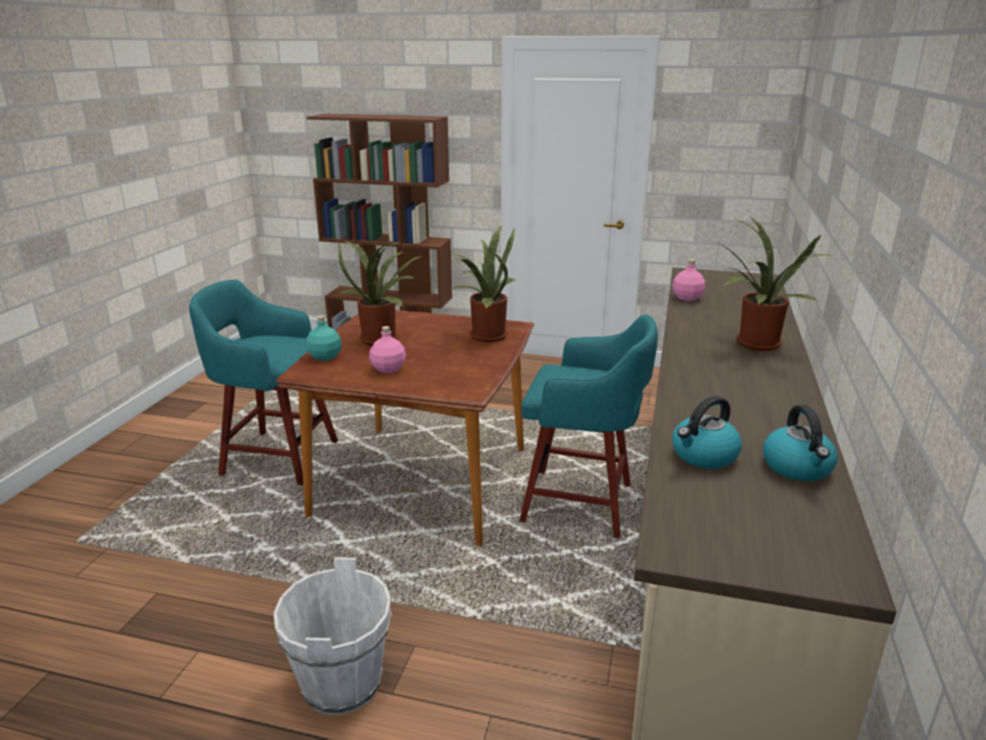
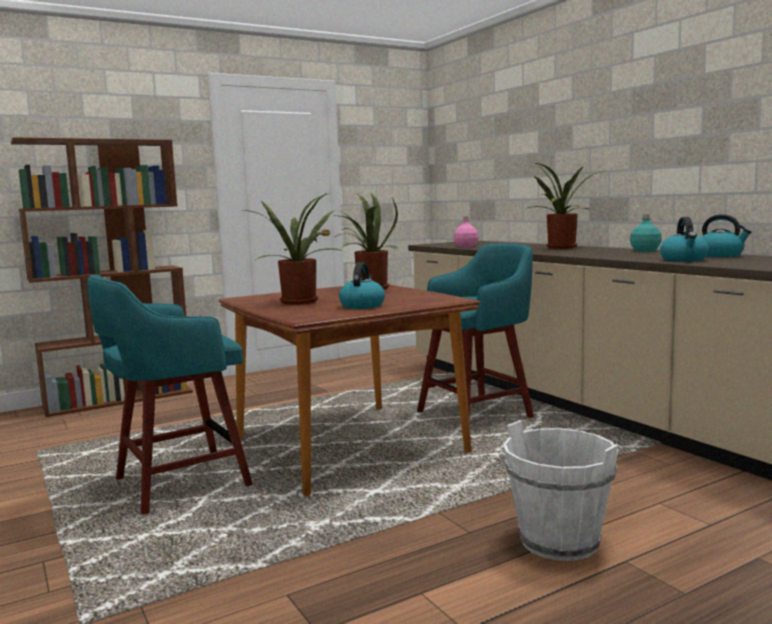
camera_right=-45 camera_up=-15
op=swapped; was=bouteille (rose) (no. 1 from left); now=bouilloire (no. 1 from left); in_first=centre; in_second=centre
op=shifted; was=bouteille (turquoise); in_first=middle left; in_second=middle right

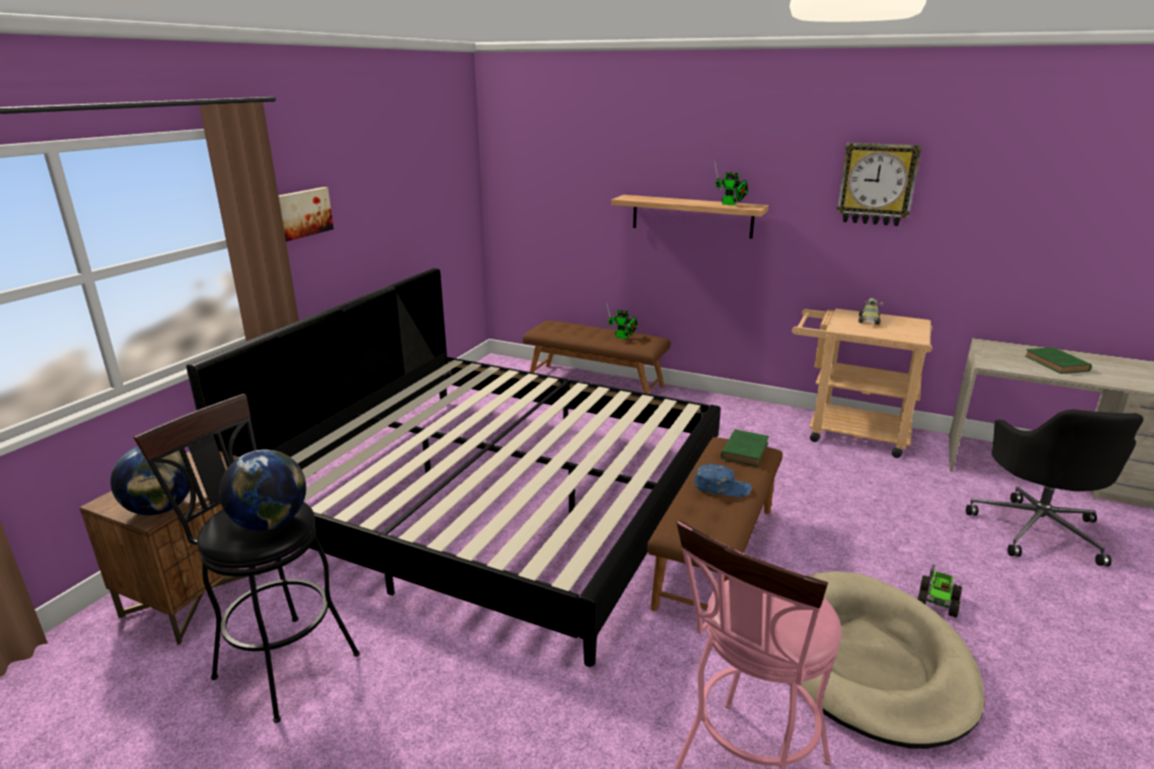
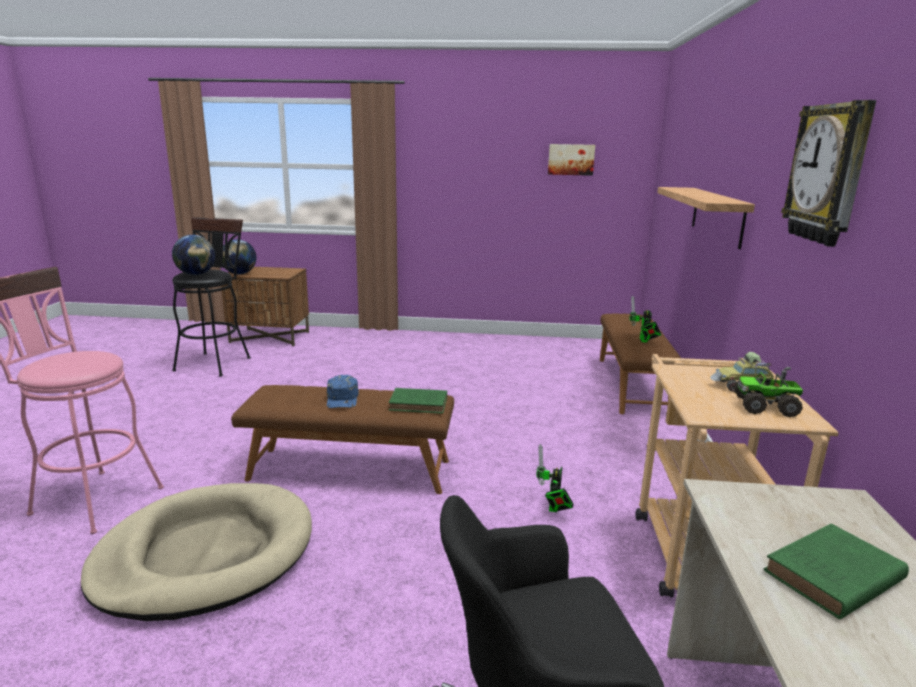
camera_right=70 camera_up=-5
op=shifted; was=robot jouet (no. 2 from left in the first image); now=robot jouet (no. 1 from left); in_first=top centre; in_second=bottom centre
op=shifted; was=tableau; in_first=top left; in_second=top centre
op=shifted; was=camion jouet; in_first=bottom right; in_second=middle right
op=gone; was=lit; in_first=centre

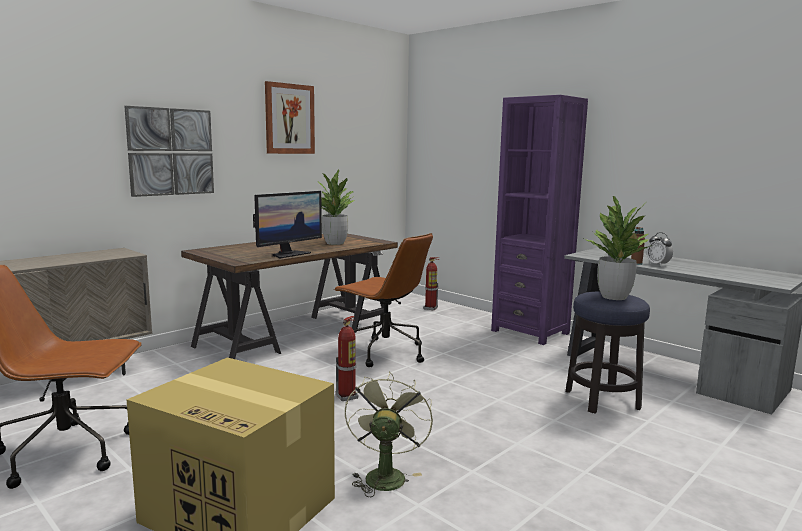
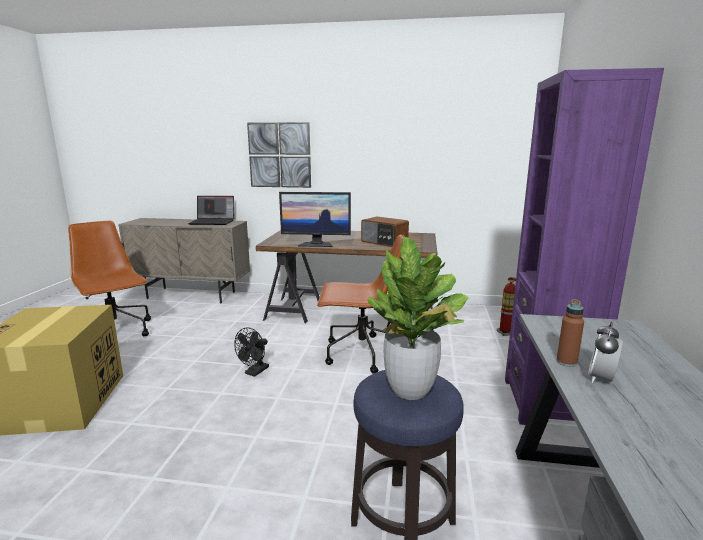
camera_right=55 camera_up=5
op=new; now=ordinateur portable; in_second=middle left
op=swapped; was=extincteur (no. 1 from left); now=ventilateur (noir); in_first=bottom centre; in_second=centre
op=rotated; was=chaise de bureau (marron) (no. 2 from left); in_first=centre; in_second=centre; clockwise=-90
op=swapped; was=plante en pot (no. 1 from left); now=radio; in_first=centre; in_second=centre
op=gone; was=tableau (no. 2 from left); in_first=top centre
op=gone; was=ventilateur (vert); in_first=bottom centre

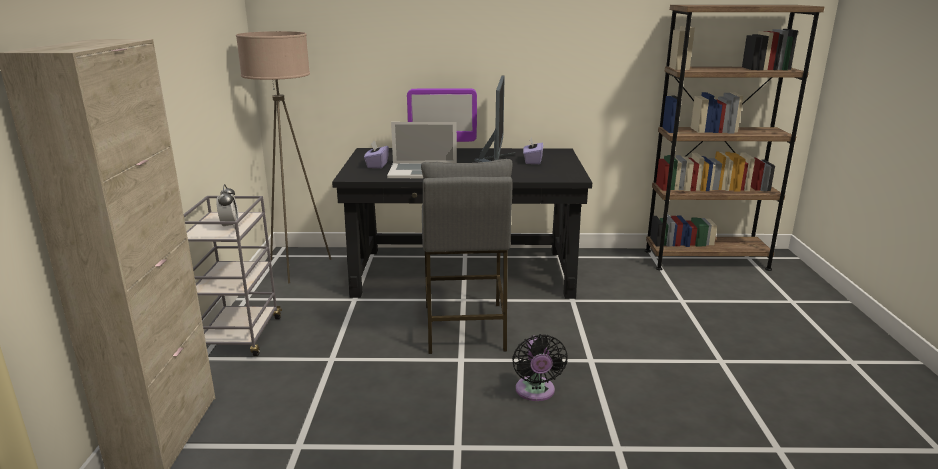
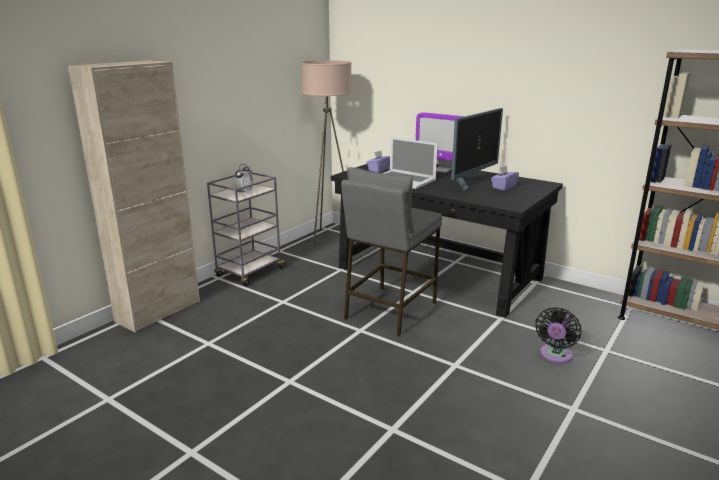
camera_right=35 camera_up=0
op=shifted; was=ventilateur (noir); in_first=bottom centre; in_second=bottom right

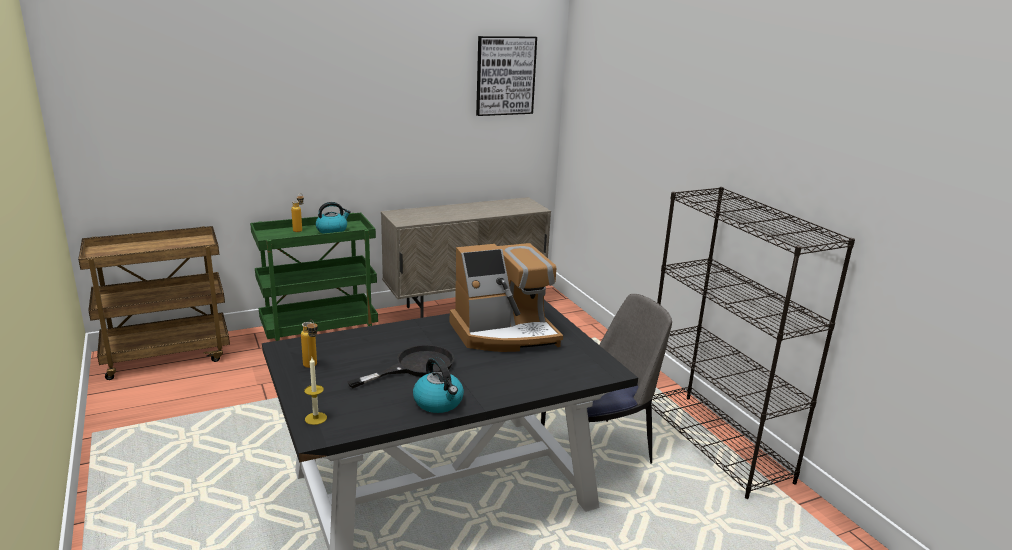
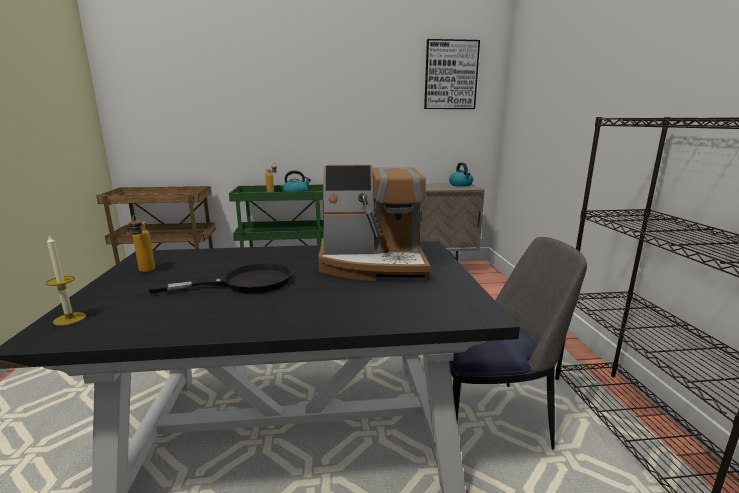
camera_right=20 camera_up=-5
op=shifted; was=bouilloire (no. 2 from left); in_first=bottom centre; in_second=centre

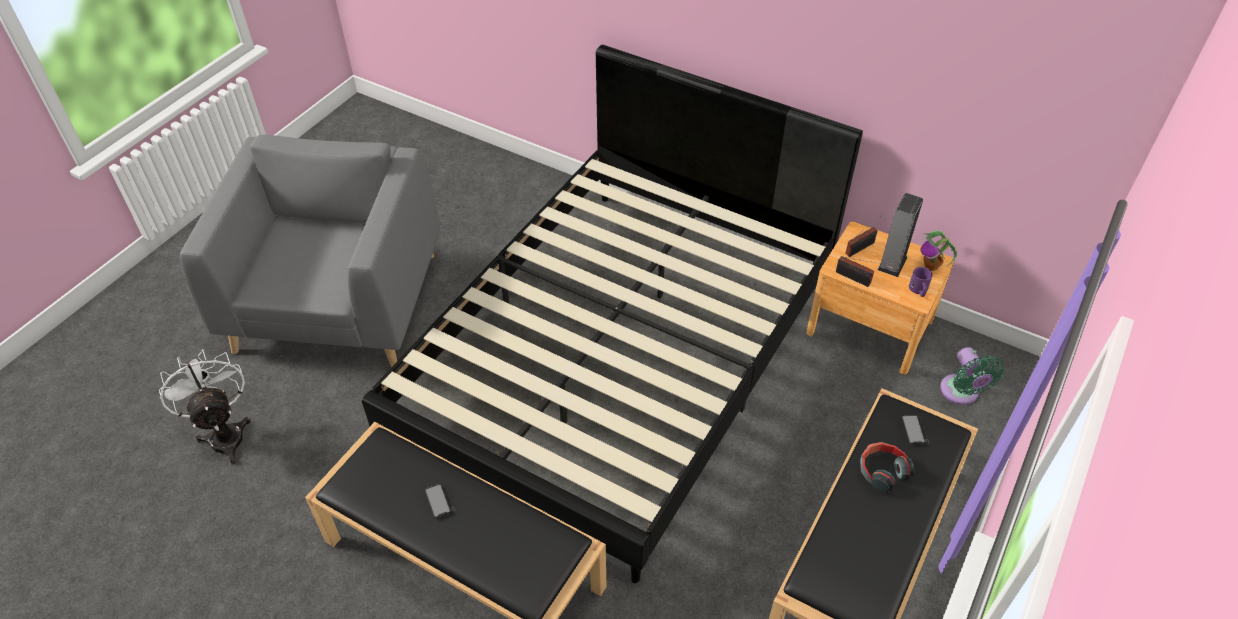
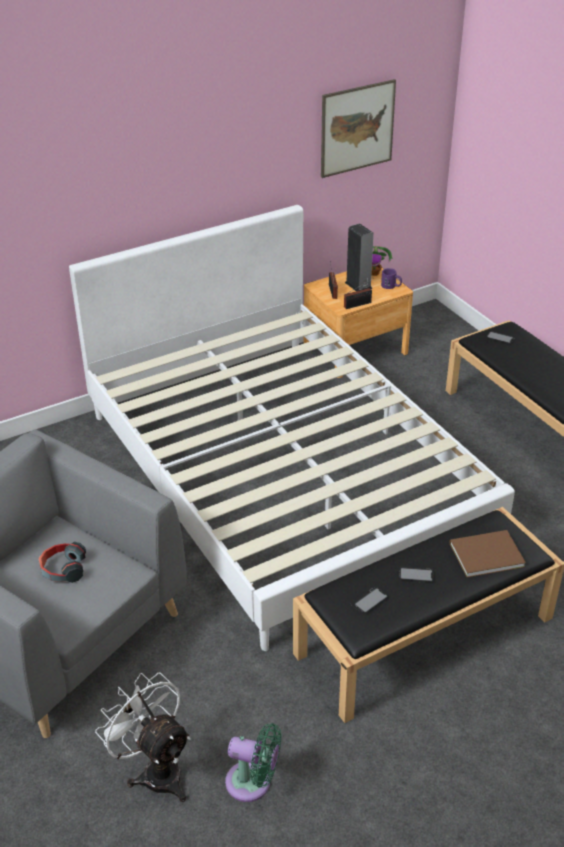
camera_right=-60 camera_up=-10
op=shifted; was=casque audio; in_first=bottom right; in_second=middle left
op=repainted; was=lit (noir); now=lit (blanc); in_first=centre; in_second=centre
op=rotated; was=ventilateur (blanc); in_first=middle left; in_second=bottom left; clockwise=45
op=shifted; was=ventilateur (vert); in_first=middle right; in_second=bottom centre
op=new; now=tableau; in_second=top centre
op=new; now=téléphone (no. 1 from left); in_second=bottom centre
op=new; now=livre (marron); in_second=middle right

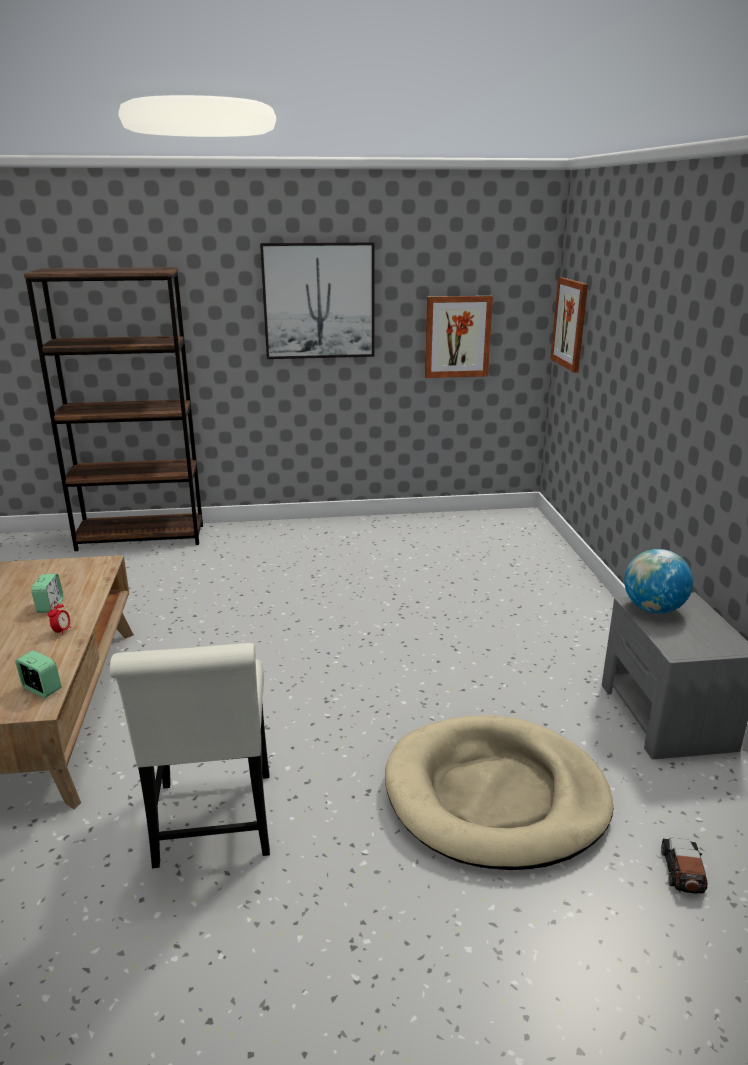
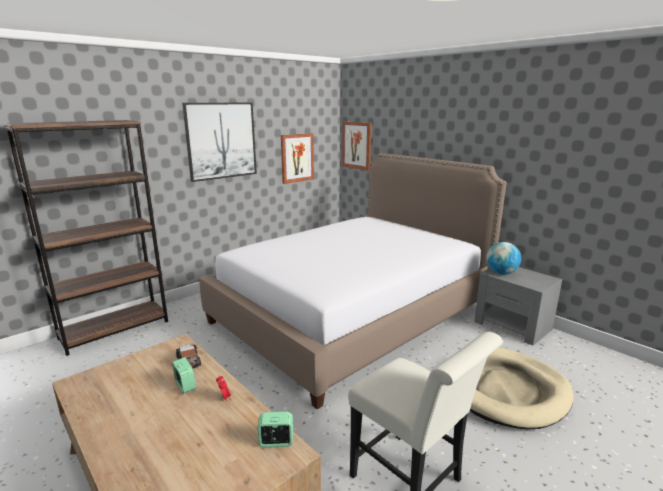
camera_right=-35 camera_up=-5
op=shifted; was=petite voiture; in_first=bottom right; in_second=bottom left
op=new; now=lit; in_second=centre

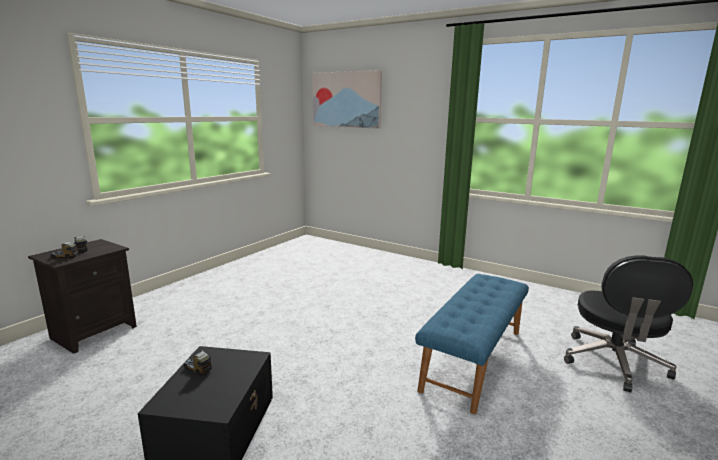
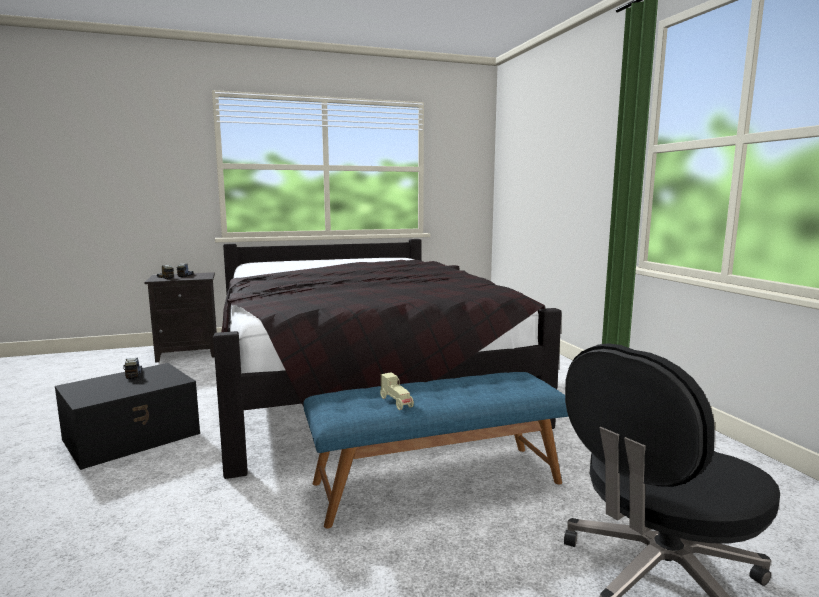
camera_right=40 camera_up=-5
op=new; now=lit (noir); in_second=centre
op=new; now=petite voiture (beige); in_second=centre
op=gone; was=tableau; in_first=top centre

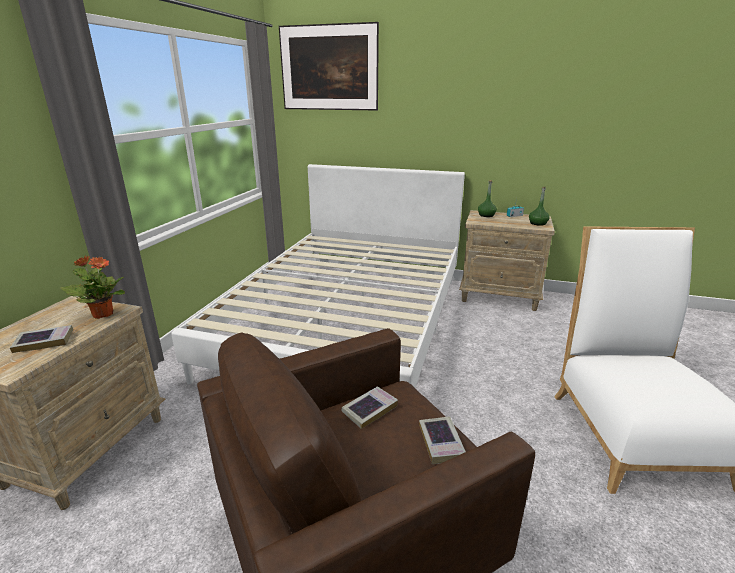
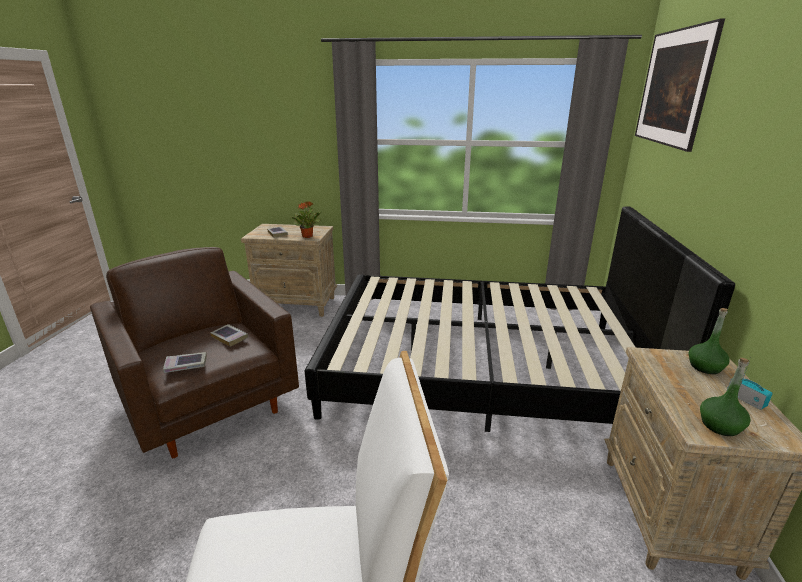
camera_right=80 camera_up=0
op=repainted; was=lit (blanc); now=lit (noir); in_first=centre; in_second=centre

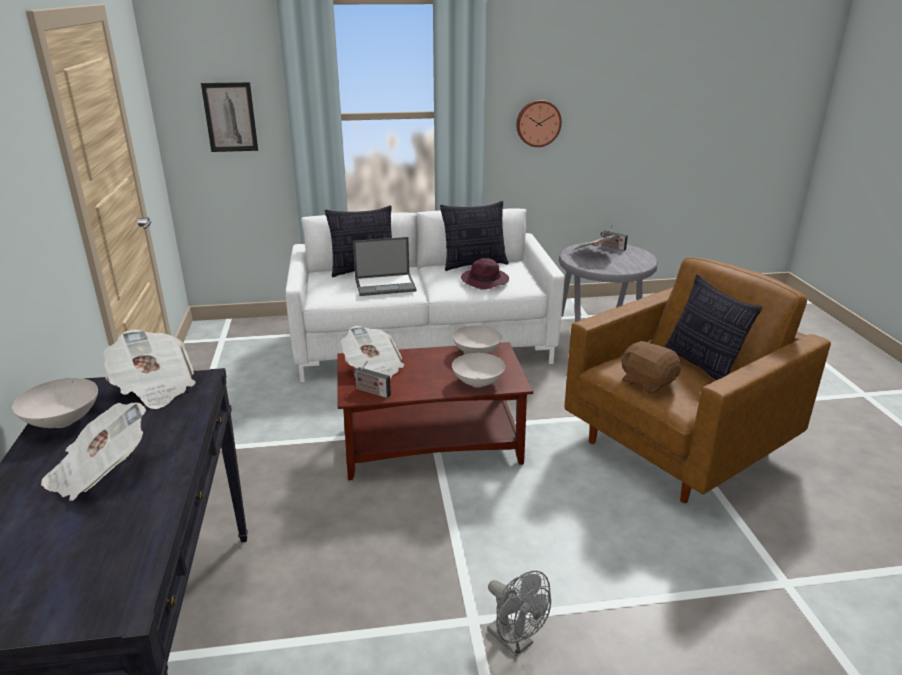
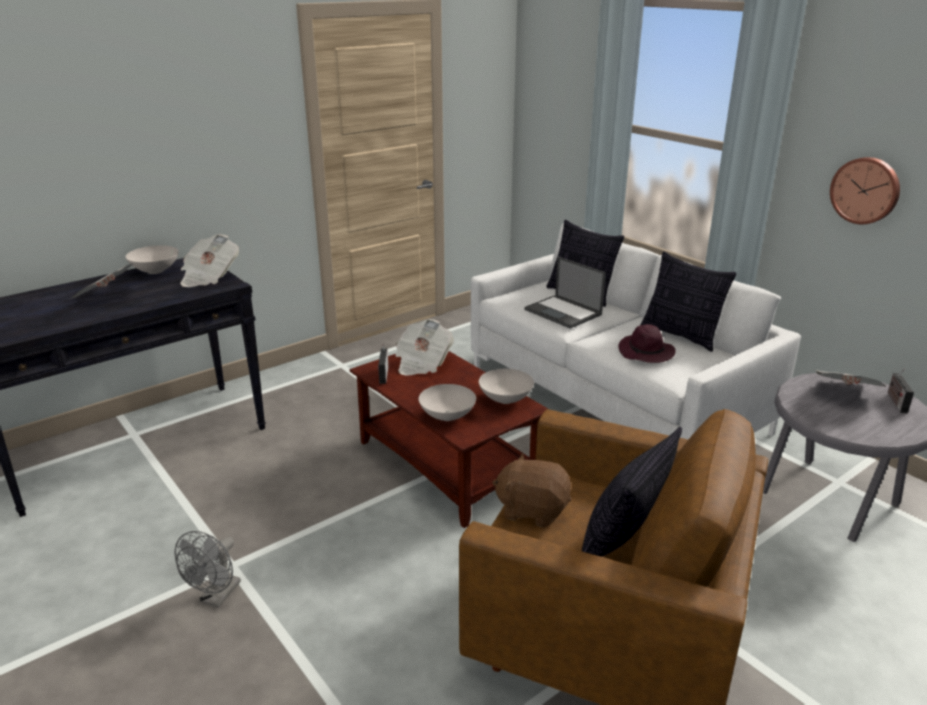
camera_right=60 camera_up=0
op=rotated; was=peluche (marron); in_first=middle right; in_second=bottom centre; clockwise=-90
op=gone; was=tableau; in_first=top left

